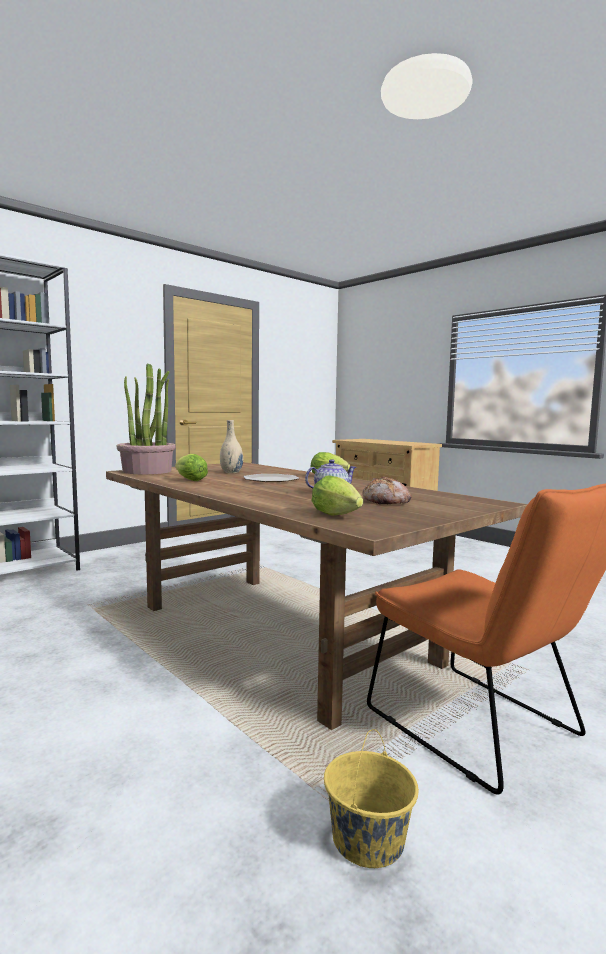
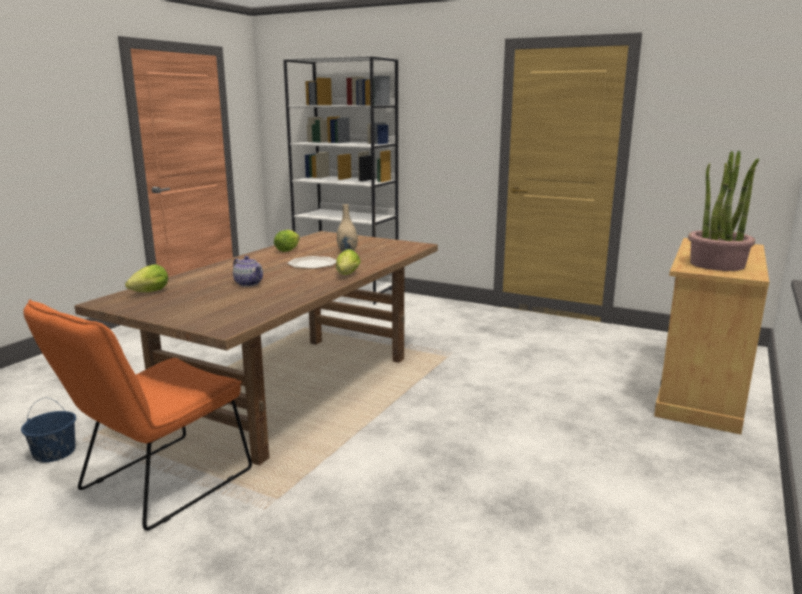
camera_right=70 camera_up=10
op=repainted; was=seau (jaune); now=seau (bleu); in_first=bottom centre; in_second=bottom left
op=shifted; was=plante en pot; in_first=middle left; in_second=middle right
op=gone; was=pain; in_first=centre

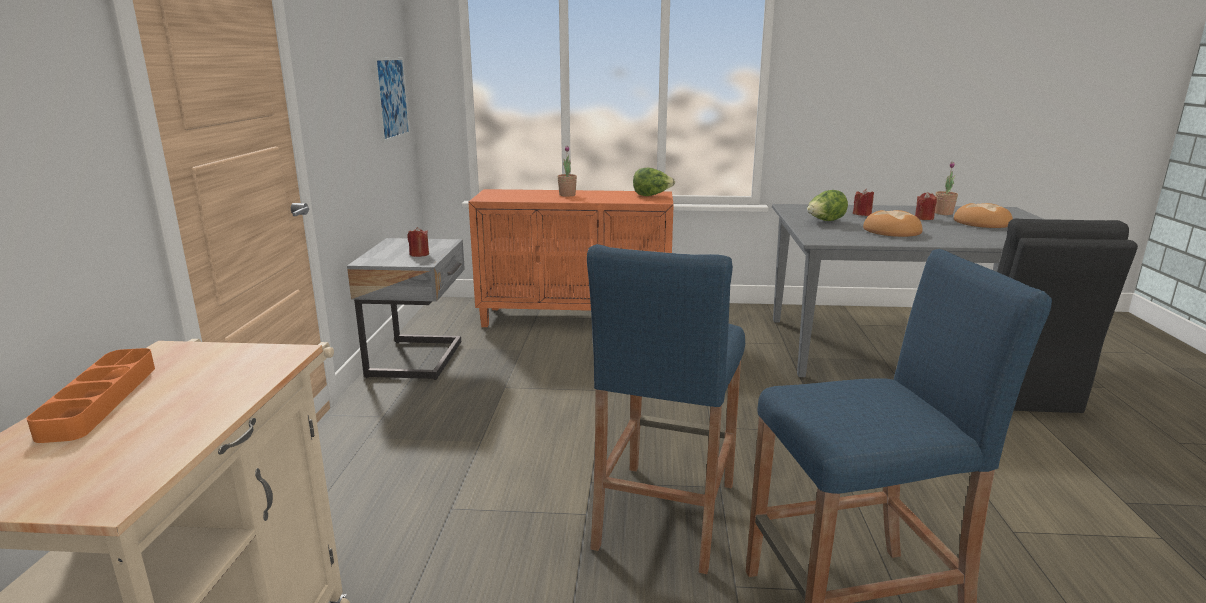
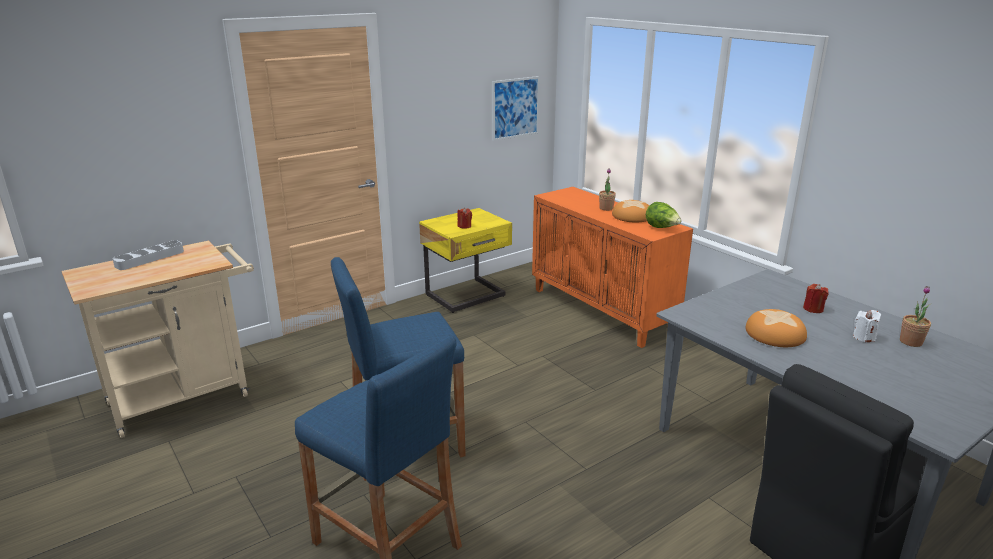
camera_right=50 camera_up=5
op=repainted; was=plateau (orange); now=plateau (gris); in_first=middle left; in_second=middle left
op=repainted; was=table de chevet (gris); now=table de chevet (jaune); in_first=centre; in_second=centre
op=shifted; was=pain (no. 2 from left in the first image); now=pain (no. 1 from left); in_first=middle right; in_second=centre
op=repainted; was=bougie (rouge) (no. 3 from left); now=bougie (blanc); in_first=middle right; in_second=middle right
op=gone; was=laitue (no. 2 from left); in_first=middle right

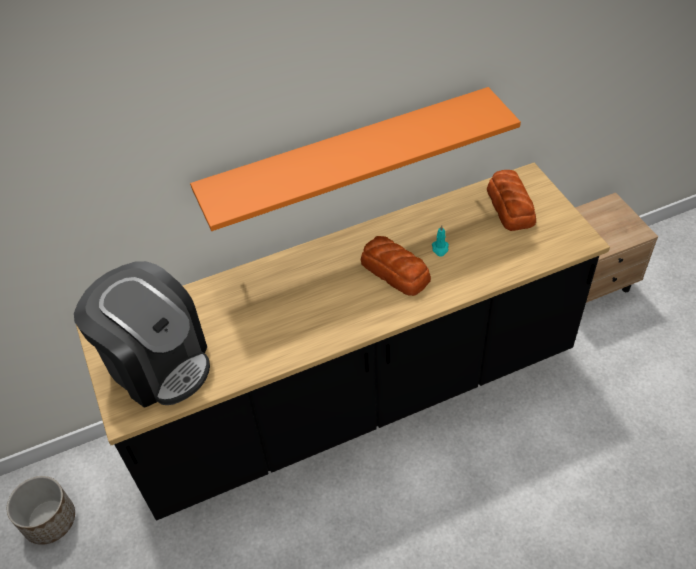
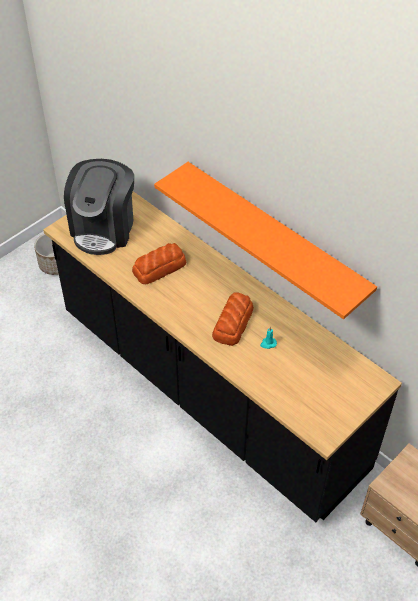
camera_right=65 camera_up=0
op=shifted; was=pain (no. 2 from left in the first image); now=pain (no. 1 from left); in_first=middle right; in_second=centre

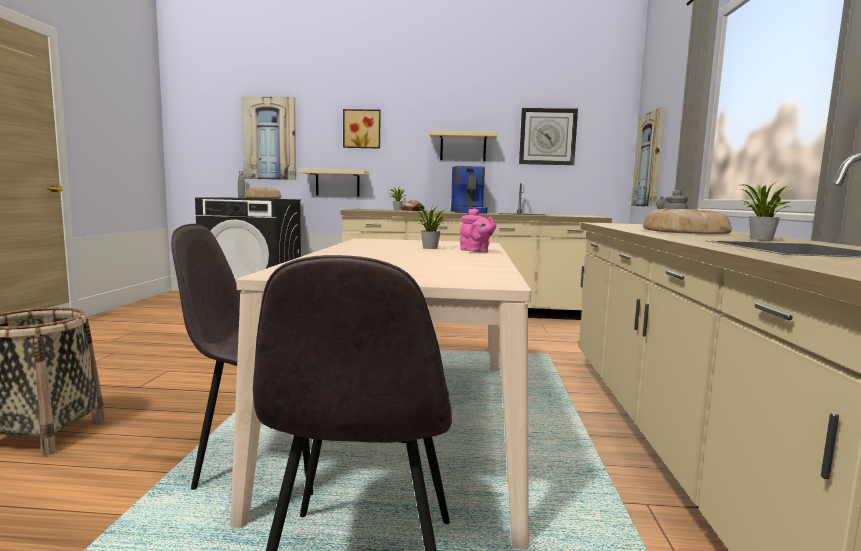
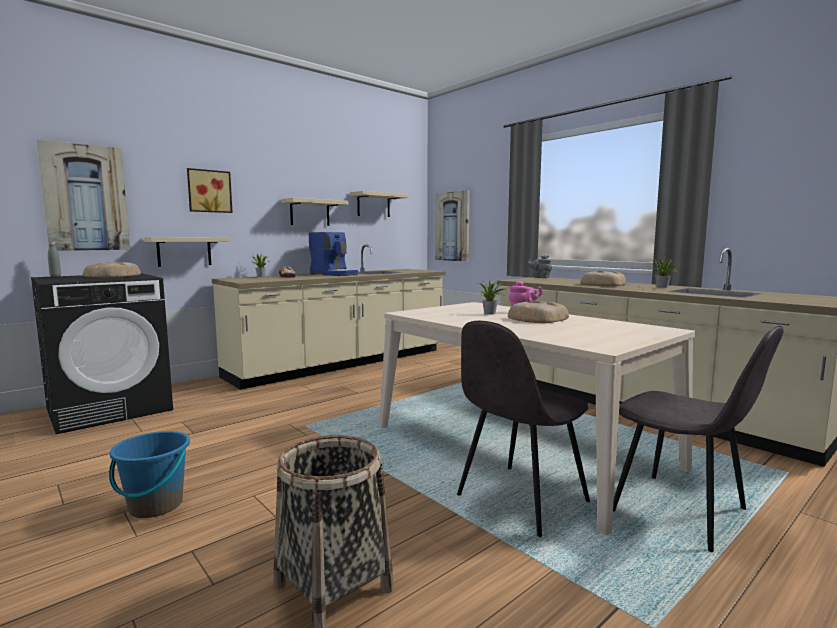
camera_right=-45 camera_up=0
op=new; now=seau (bleu); in_second=bottom left
op=swapped; was=horloge murale; now=étagère (beige) (no. 3 from left); in_first=top centre; in_second=top centre
op=new; now=pain (no. 3 from left); in_second=centre

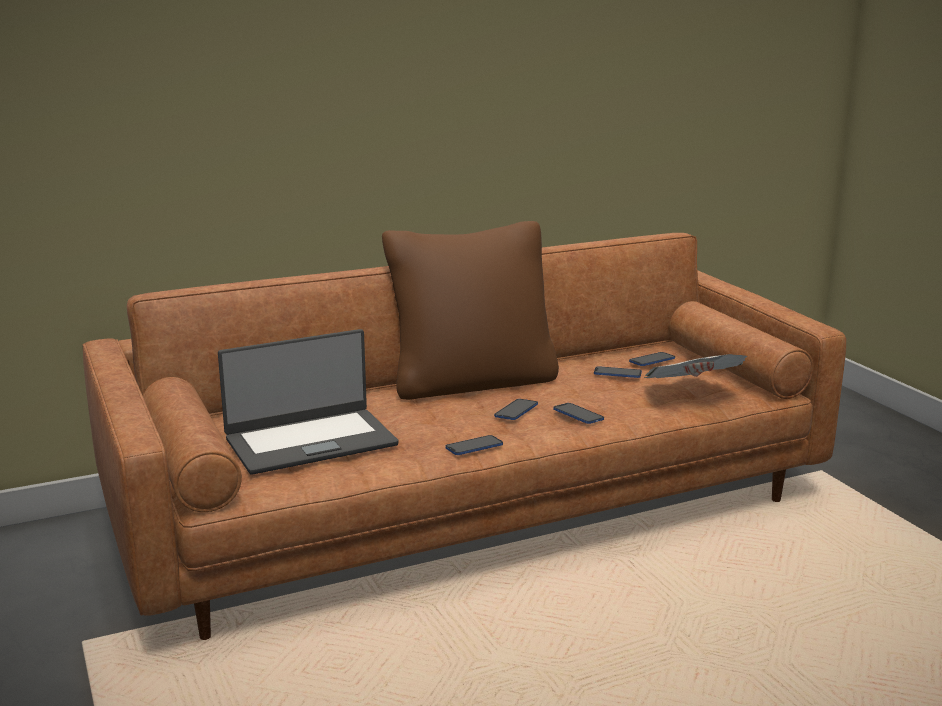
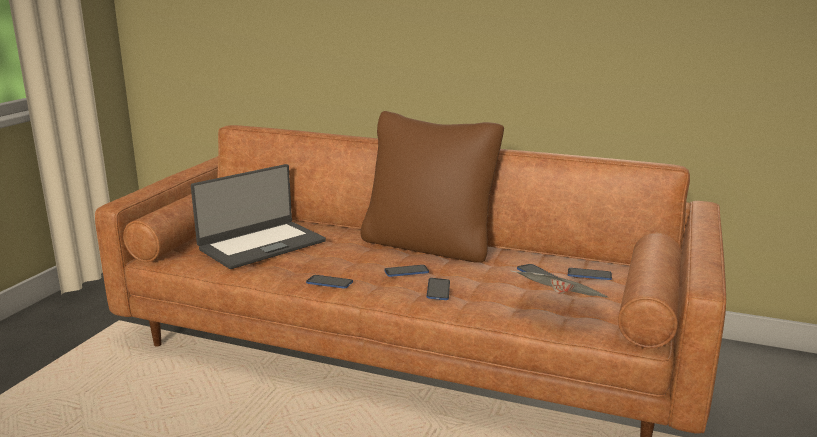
camera_right=45 camera_up=0
op=rotated; was=ordinateur portable; in_first=middle left; in_second=middle left; clockwise=-60

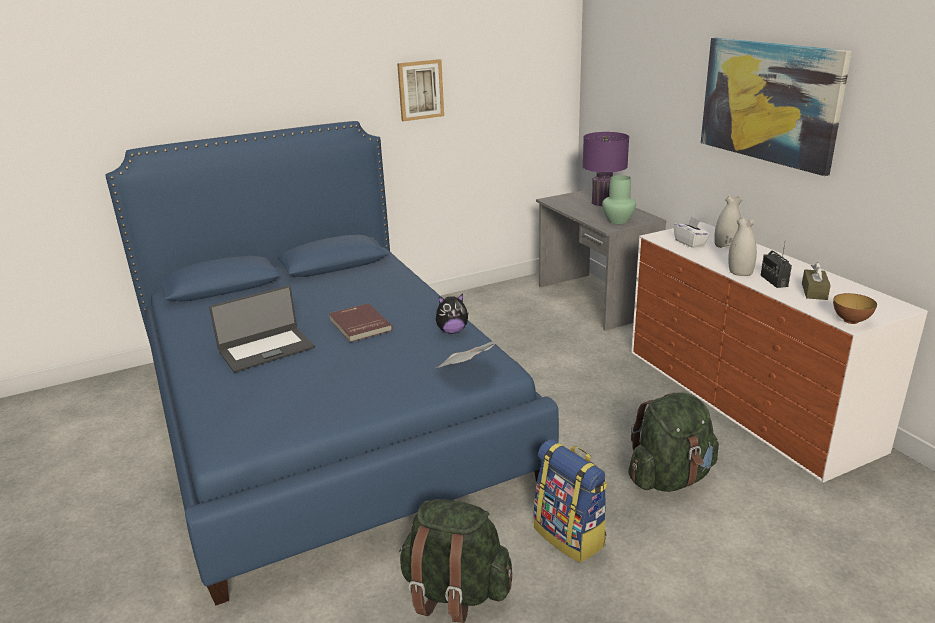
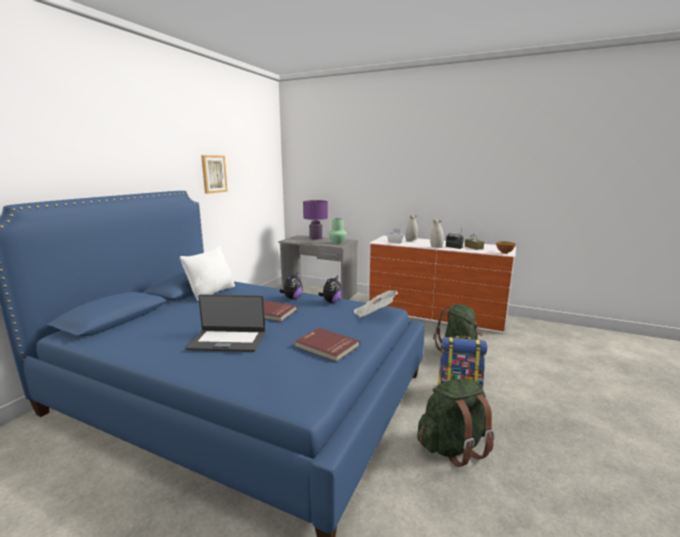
camera_right=-40 camera_up=-10
op=new; now=coussin (blanc); in_second=middle left
op=rotated; was=ordinateur portable; in_first=middle left; in_second=middle left; clockwise=75
op=new; now=peluche (no. 1 from left); in_second=centre
op=new; now=livre (rouge) (no. 2 from left); in_second=centre
op=gone; was=tableau (no. 2 from left); in_first=top right

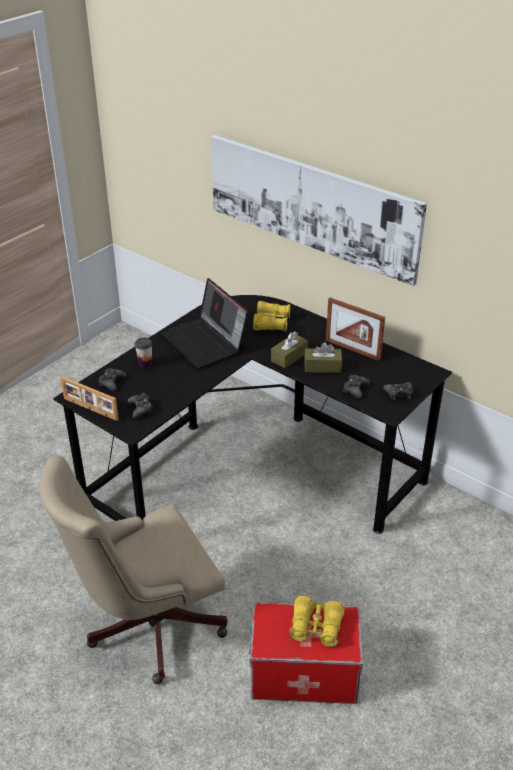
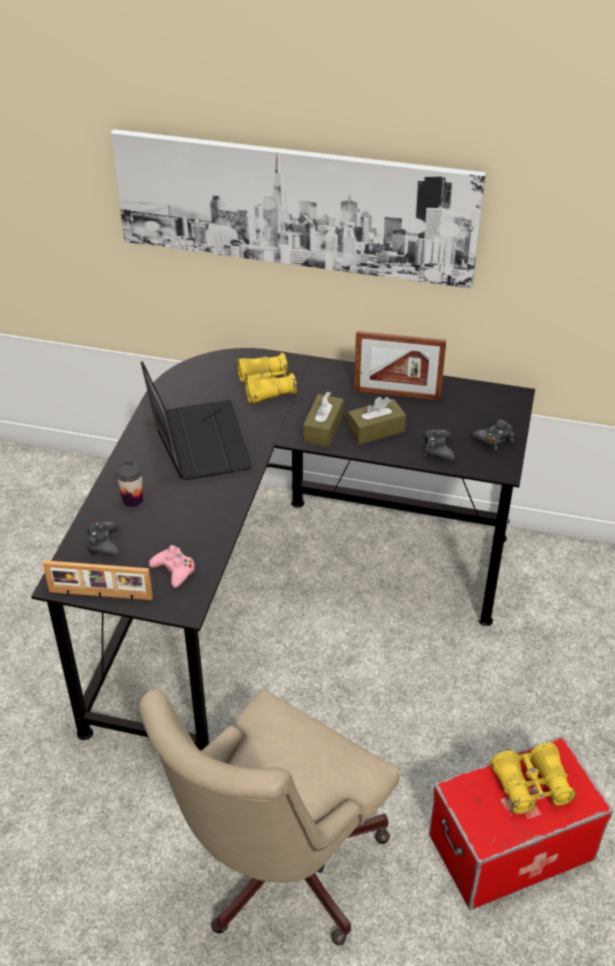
camera_right=-25 camera_up=5
op=rotated; was=ordinateur portable; in_first=centre; in_second=middle left; clockwise=-135
op=repainted; was=manette (noir) (no. 2 from left); now=manette (rose); in_first=middle left; in_second=middle left

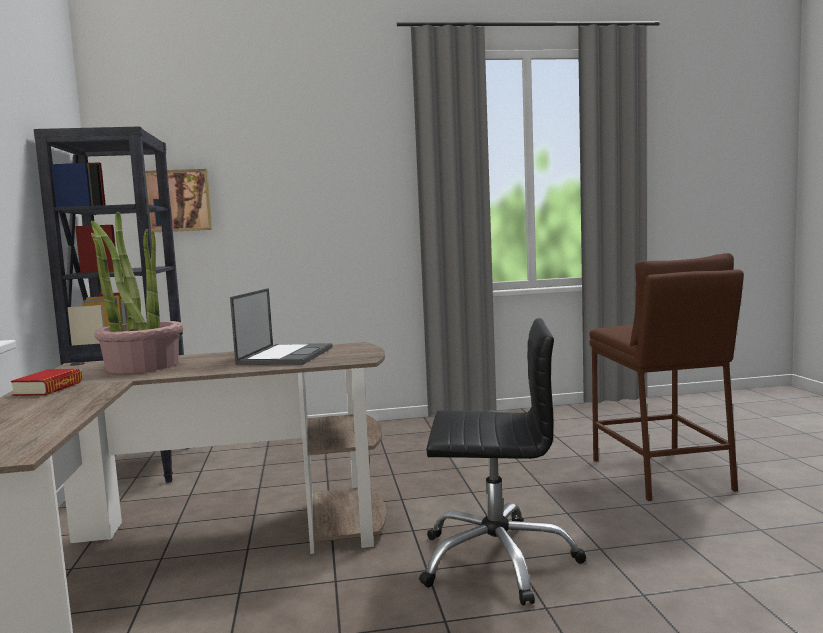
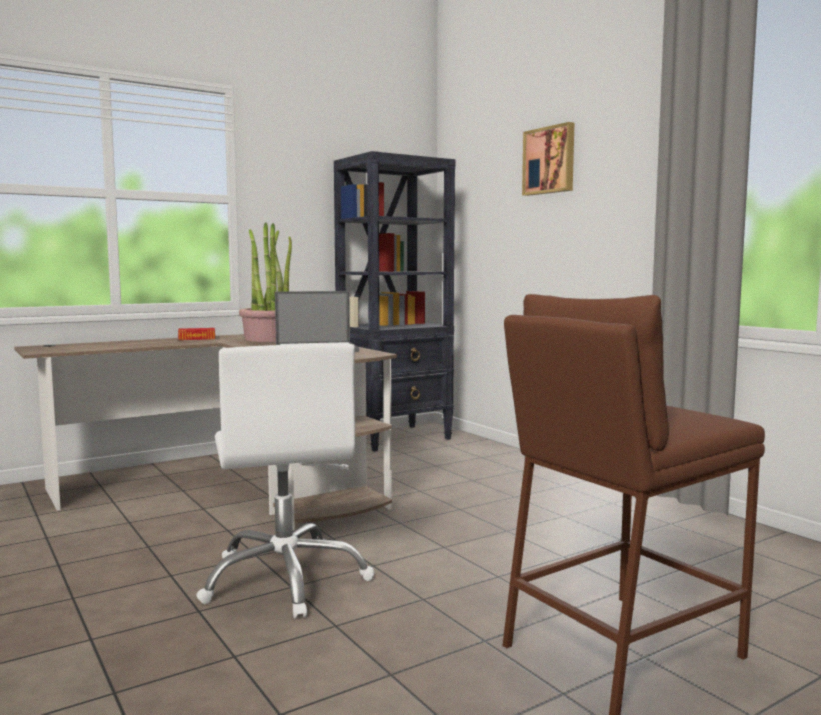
camera_right=65 camera_up=0
op=repainted; was=chaise de bureau (noir); now=chaise de bureau (blanc); in_first=bottom centre; in_second=bottom centre
op=shifted; was=tableau; in_first=top left; in_second=top right

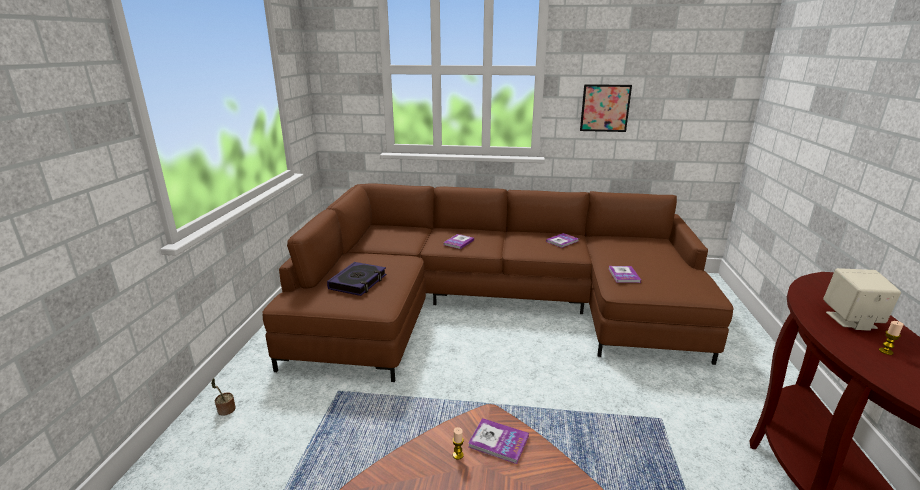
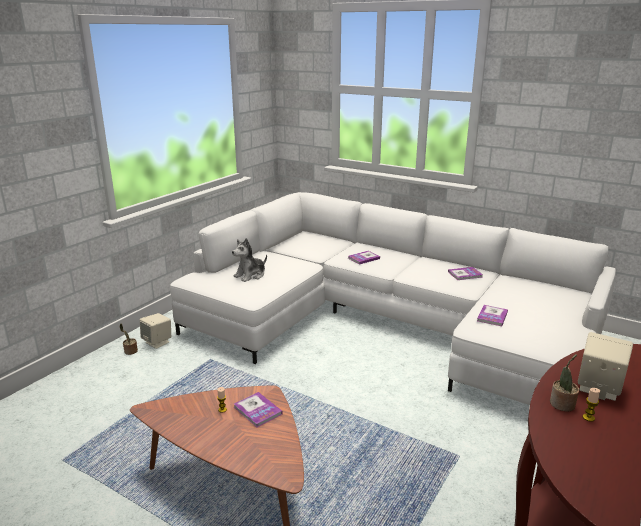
camera_right=25 camera_up=0
op=new; now=enceinte (beige) (no. 1 from left); in_second=middle left
op=repainted; was=canapé (marron); now=canapé (blanc); in_first=centre; in_second=centre
op=swapped; was=livre (no. 1 from left); now=peluche; in_first=centre; in_second=centre
op=new; now=plante en pot (no. 2 from left); in_second=bottom right
op=gone; was=tableau; in_first=top centre

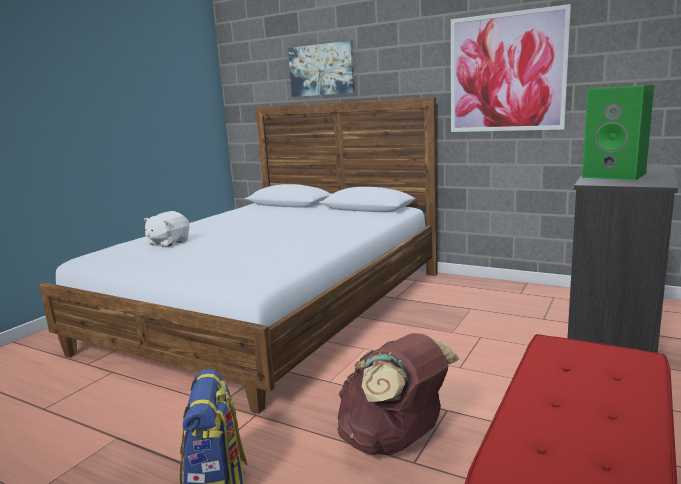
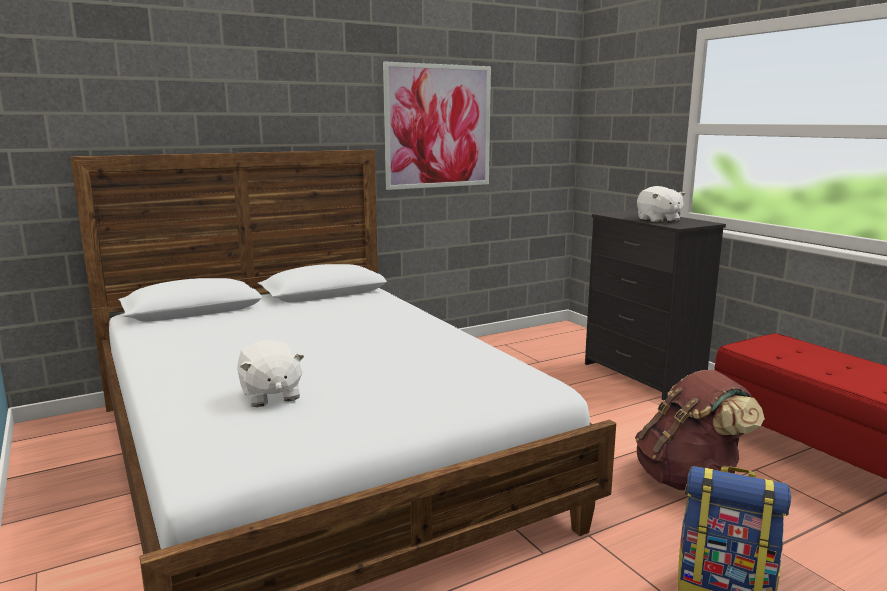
camera_right=-60 camera_up=0
op=swapped; was=enceinte (vert); now=peluche (blanc) (no. 2 from left); in_first=top right; in_second=middle right
op=gone; was=tableau (no. 1 from left); in_first=top centre

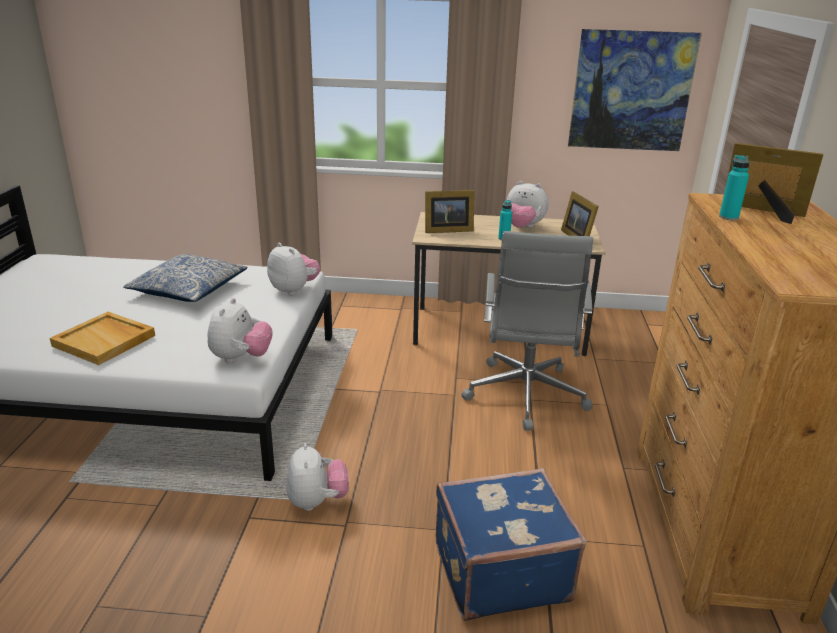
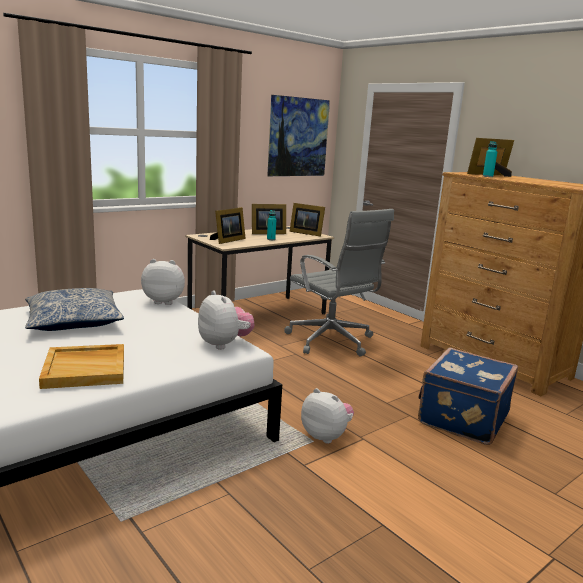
camera_right=-45 camera_up=-10
op=swapped; was=peluche (no. 4 from left); now=cadre photo (no. 2 from left); in_first=top centre; in_second=centre

